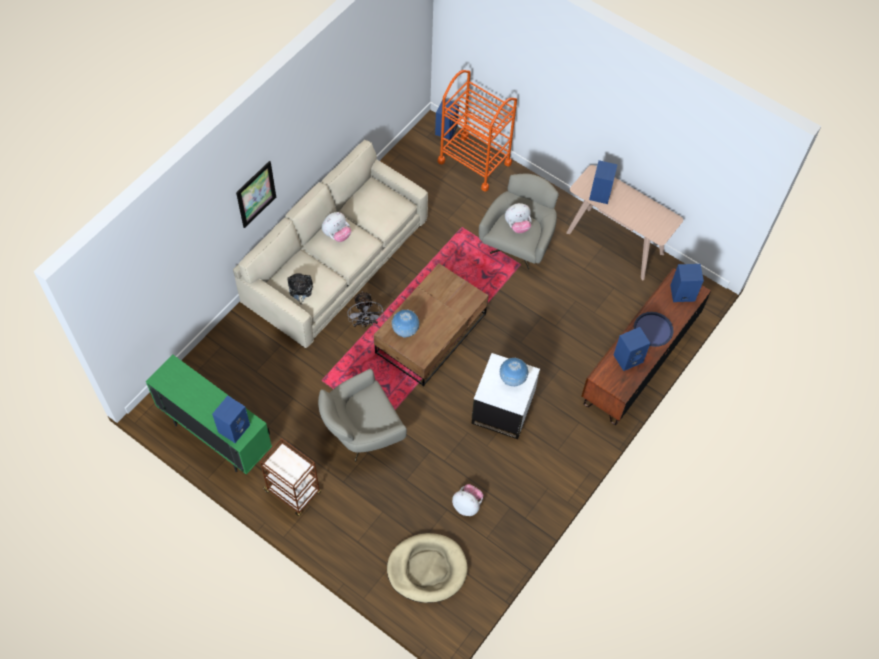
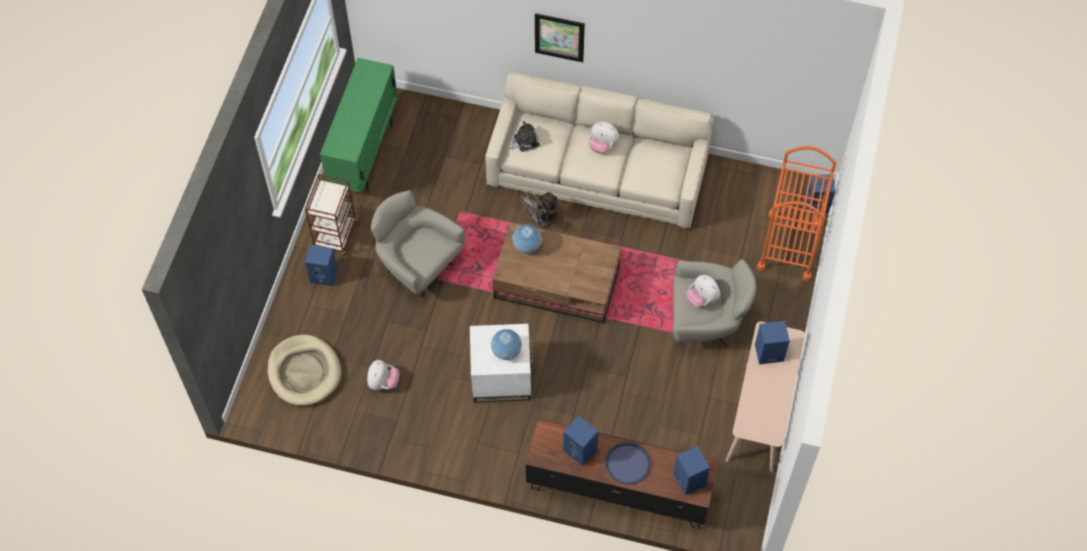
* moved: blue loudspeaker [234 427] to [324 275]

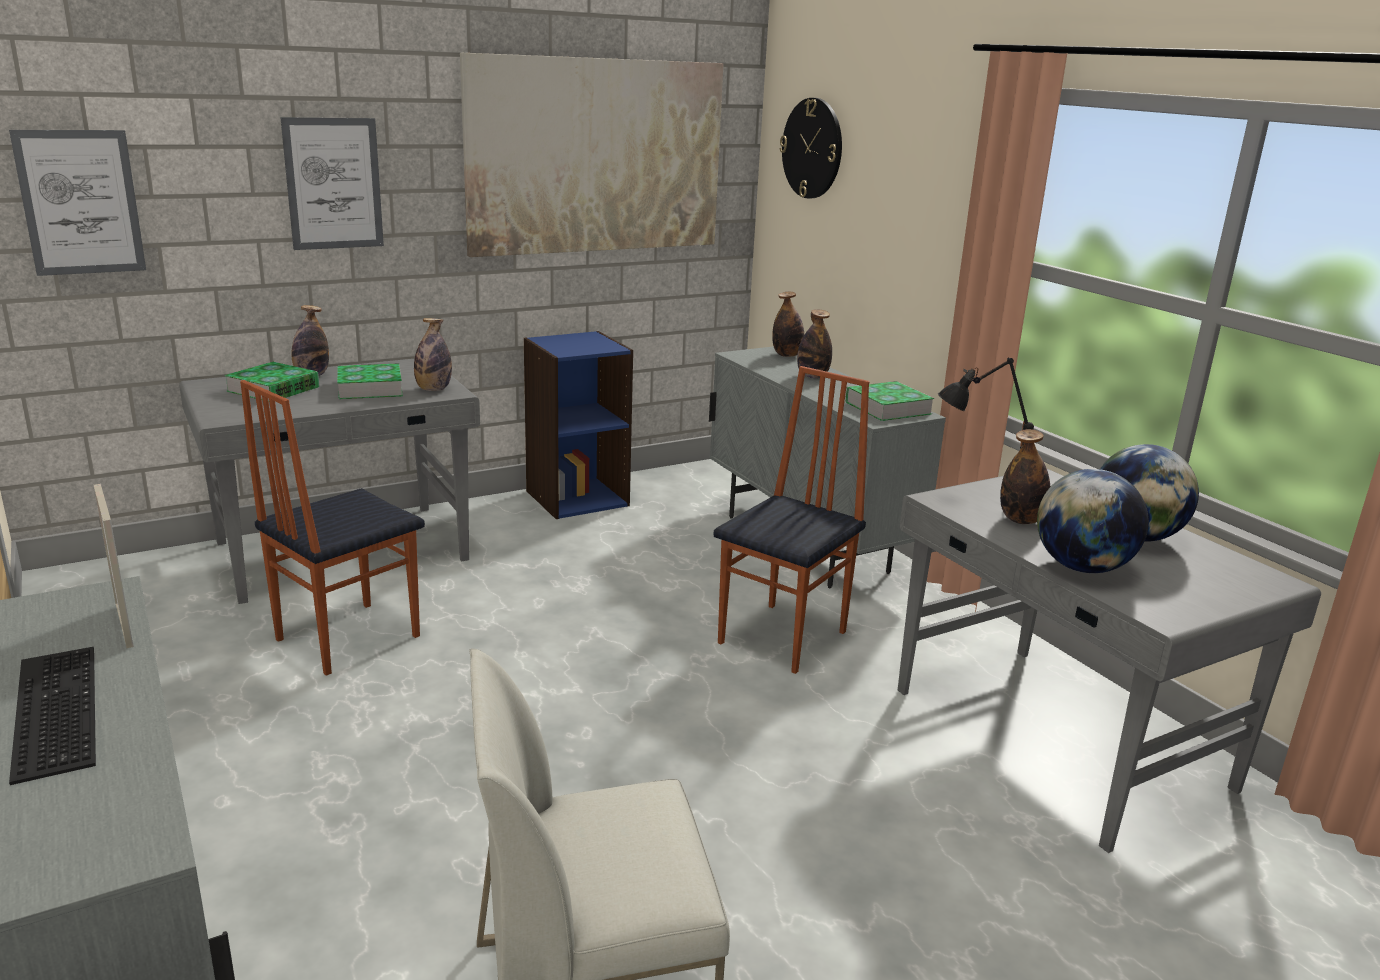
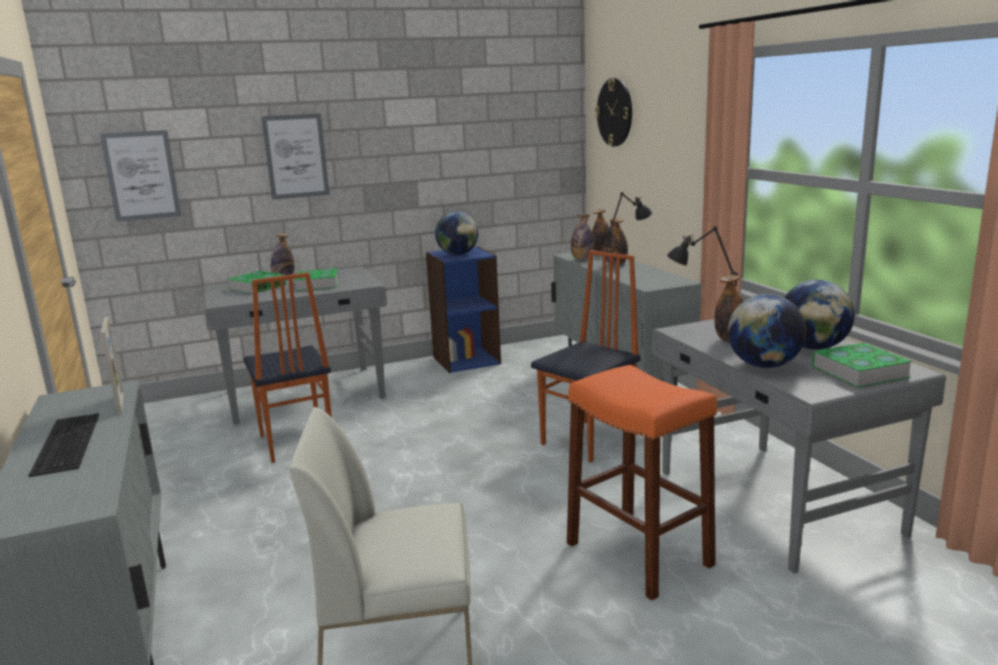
* turned: upright chair [345 637] = [295 443] 75 degrees counterclockwise
* added: world globe [458 254]
* added: orange stool seat [638 554]
* moved: drink bottle [433 389] to [582 259]
* added: black-coloured lamp for a table [628 274]
* moved: bound book [888 408] to [859 371]
* removed: wall art [597 156]

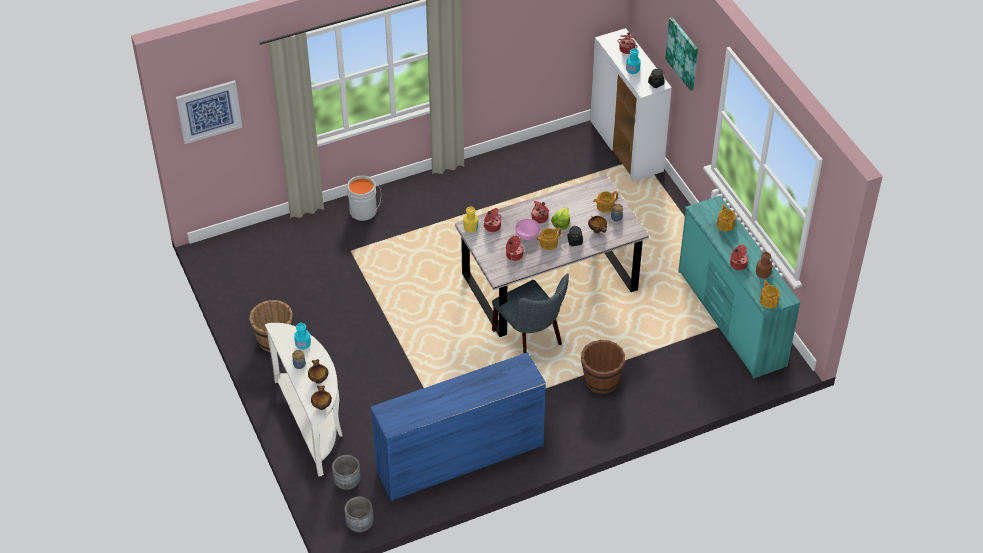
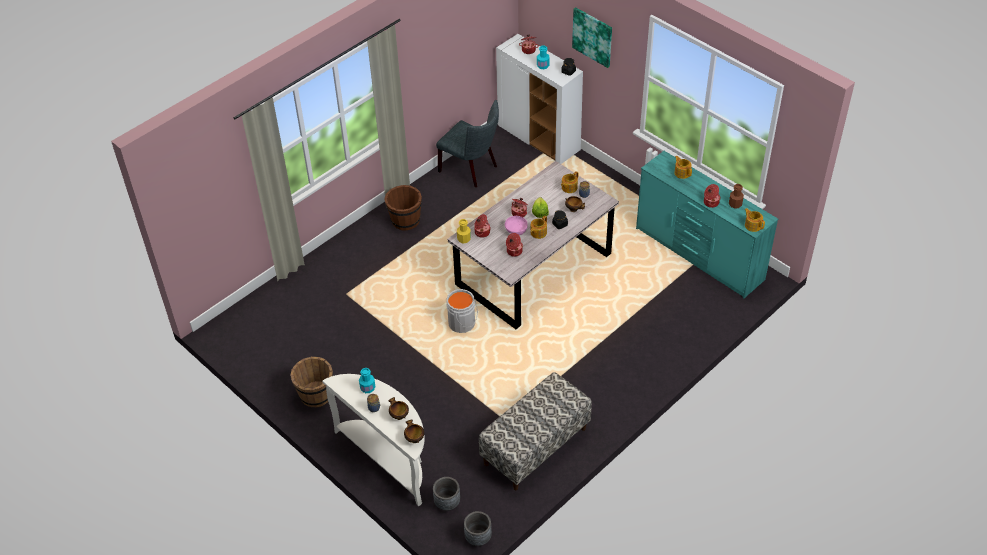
* moved: brownish water bucket [601 381] to [405 221]
* moved: gray upright chair [530 340] to [471 169]
* moved: gray water bucket [364 212] to [463 323]
* replaced: blue chest of drawers [459 458] to bench [535 447]
* removed: wall art [209 111]

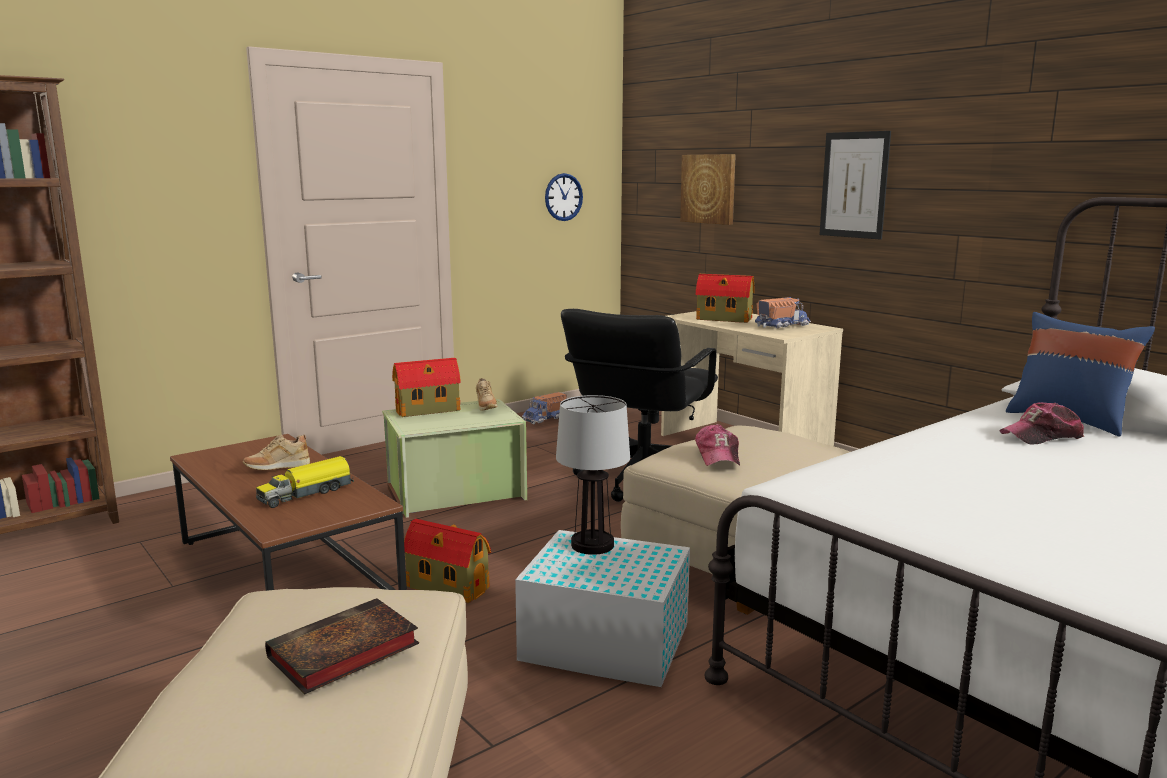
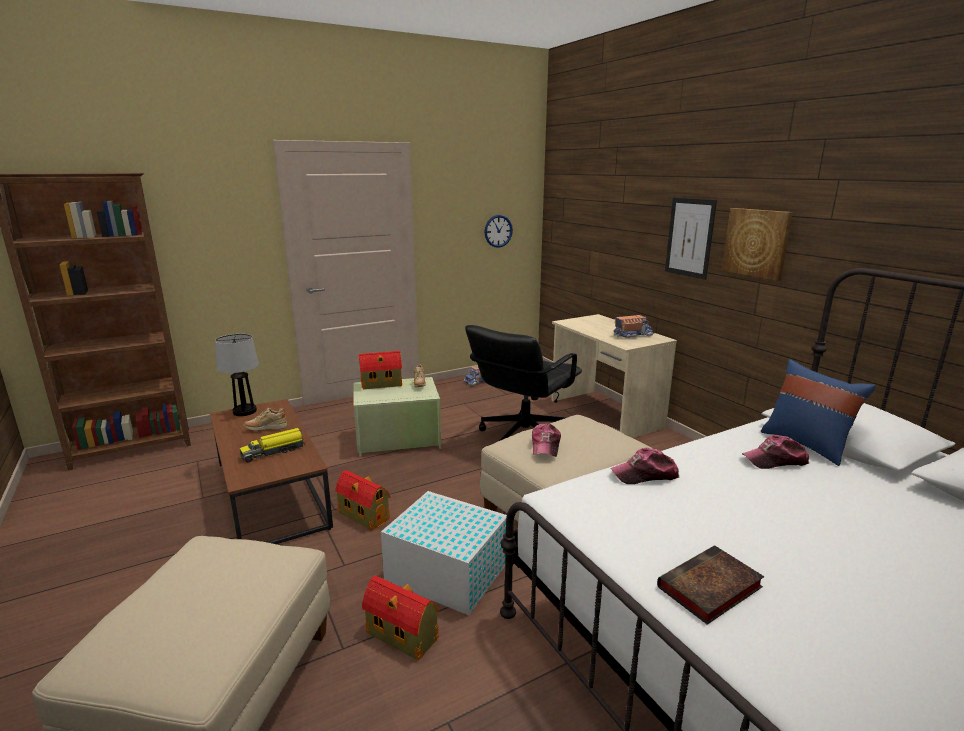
* moved: lamp for a table [593 545] to [245 411]
* moved: miniature house [725 319] to [403 636]
* added: cap [645 475]
* moved: bound book [341 653] to [708 589]
* moved: wall art [709 189] to [756 243]

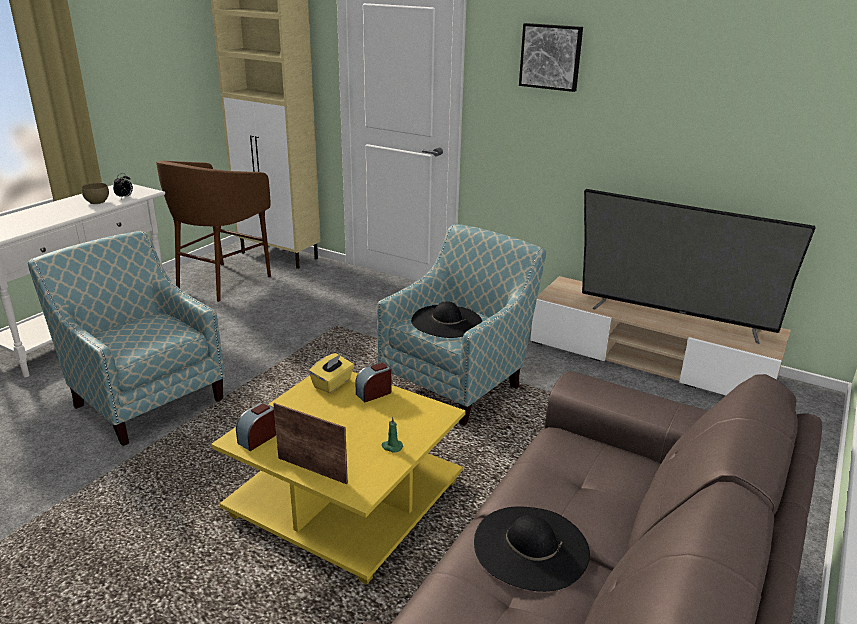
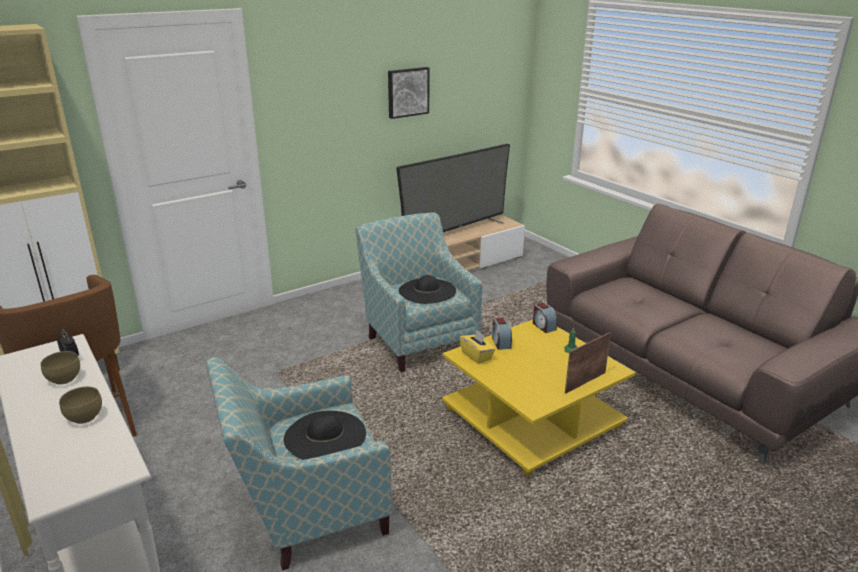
* added: brownish bowl [86 418]
* moved: black-coloured clothing hat [531 547] to [325 436]
* moved: wall art [551 56] to [407 92]
* moved: bedside clock [258 438] to [543 326]

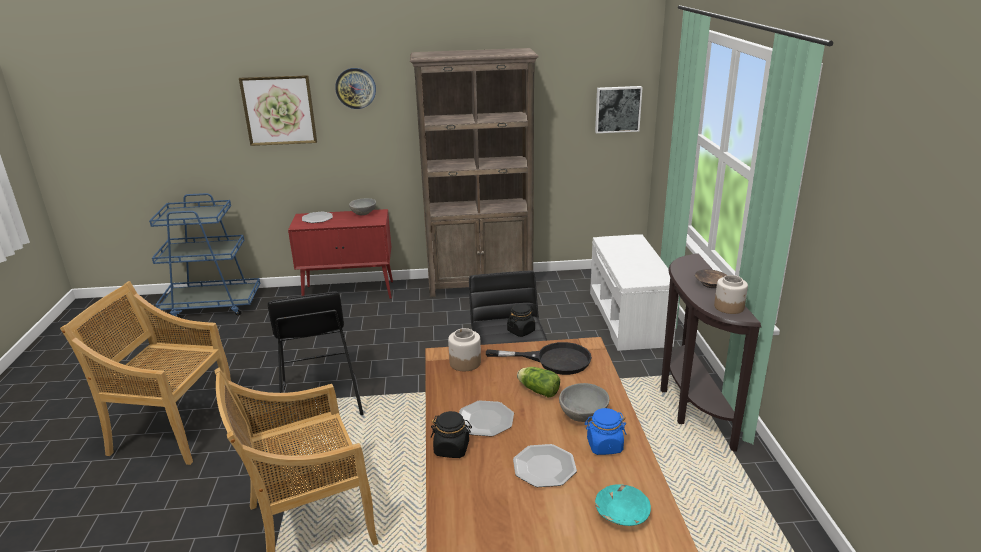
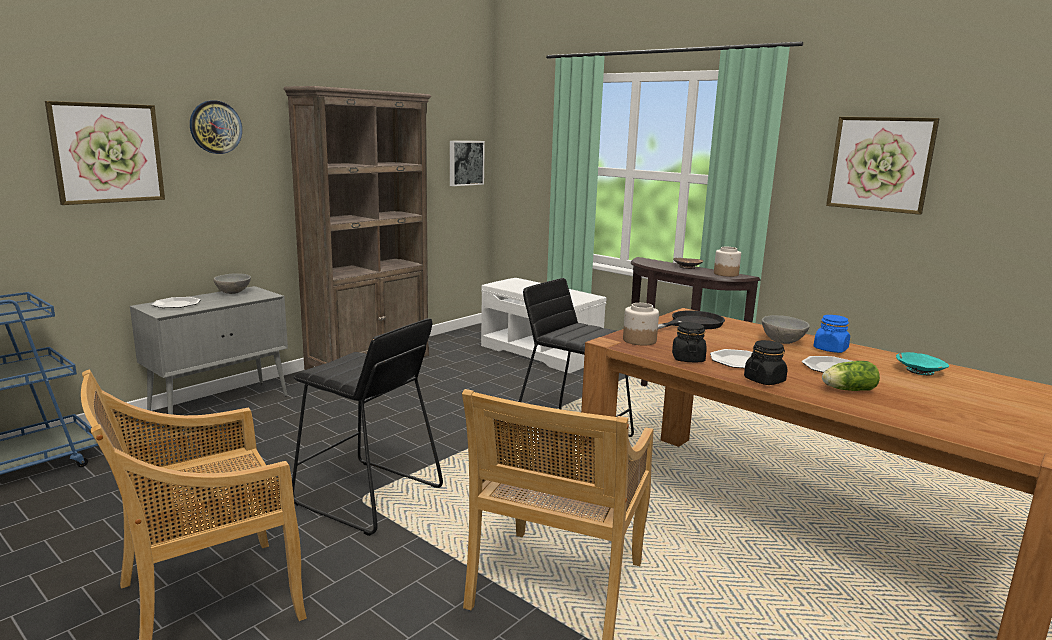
* recoloured: reddish storage cabinet [349 292] to gray storage cabinet [221 404]
* moved: black-coloured jar [521 331] to [688 359]
* moved: lettuce [537 390] to [846 390]
* added: wall art [880 164]

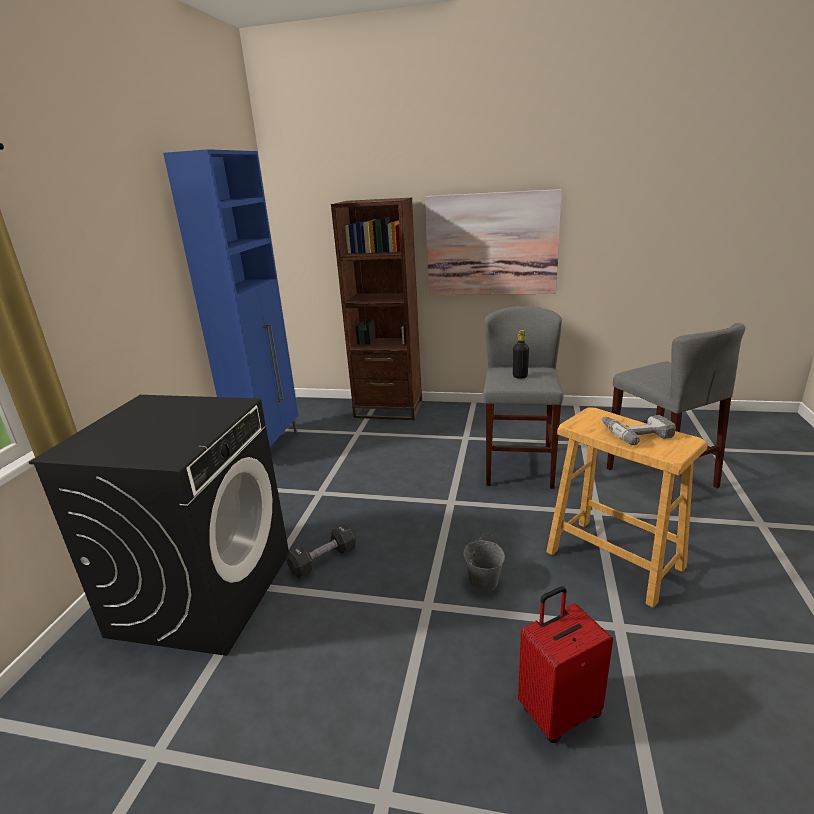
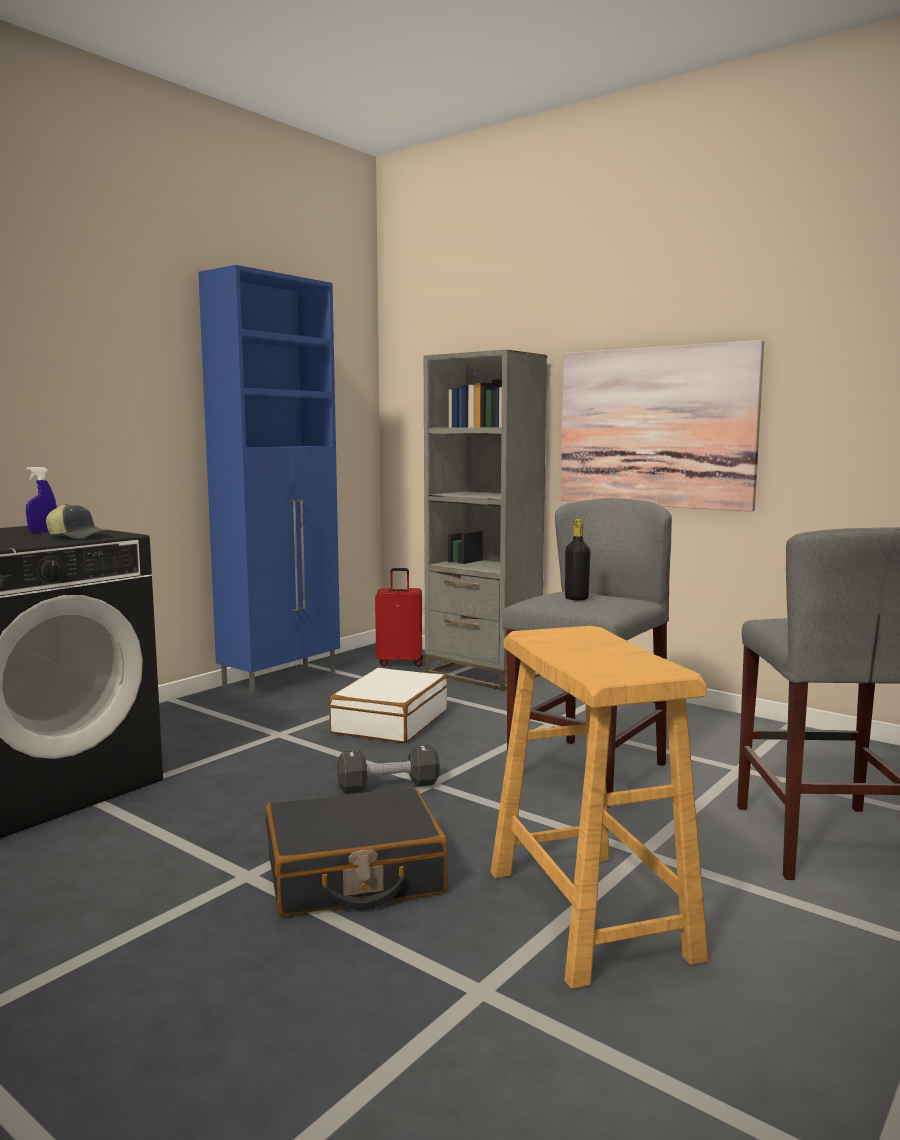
* added: blue sprayer [43 531]
* added: cap [78 536]
* replaced: gray water bucket [483 581] to black-coloured travel case [353 875]
* added: whitish travel case [389 721]
* moved: black-coloured hand weight [323 560] to [388 786]
* moved: reddish travel case [558 711] to [400 662]
* recoloured: brownish shelving unit [388 410] to gray shelving unit [482 674]
* removed: electric drill [635 432]

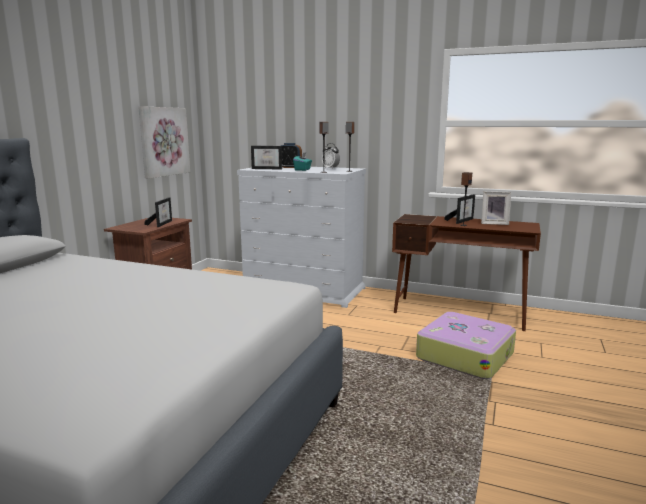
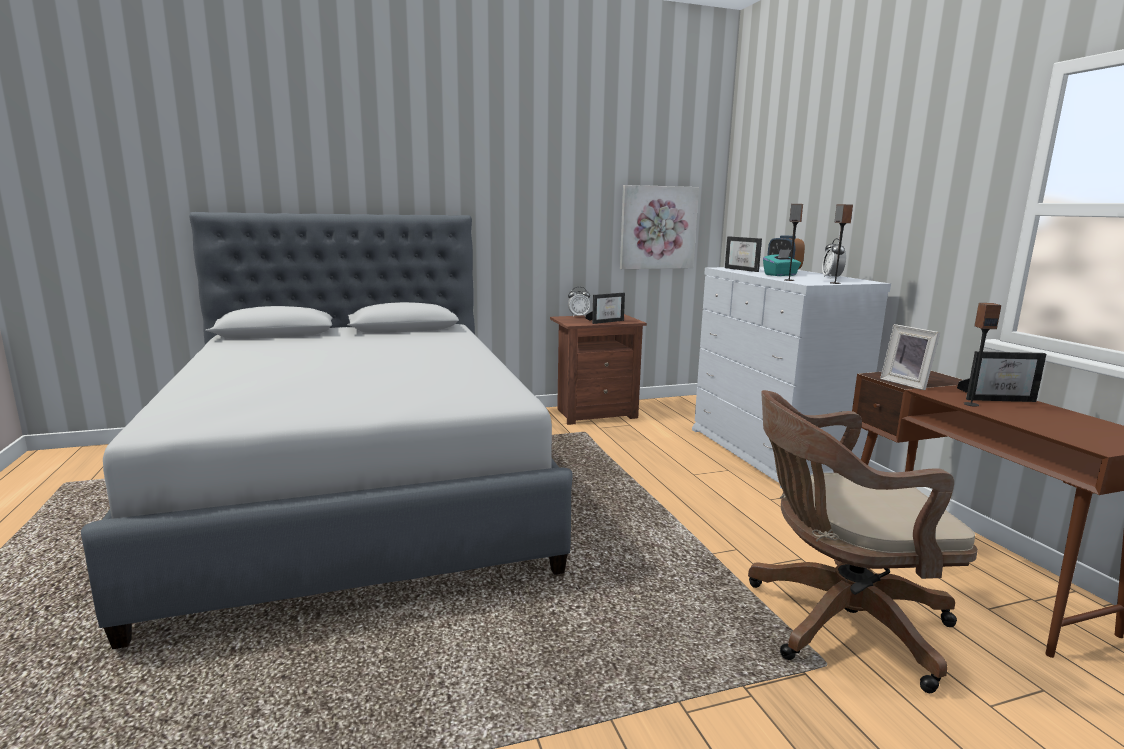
* added: bedside clock [578 316]
* replaced: travel case [464 355] to brownish desk chair [837 622]
* moved: photo frame [494 223] to [907 383]

